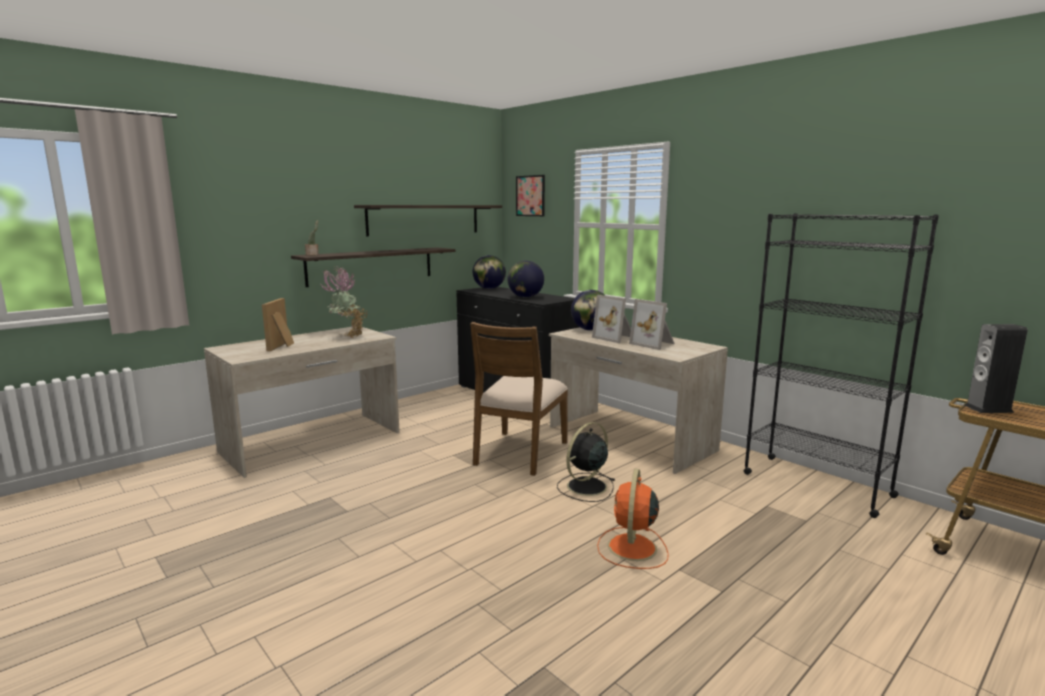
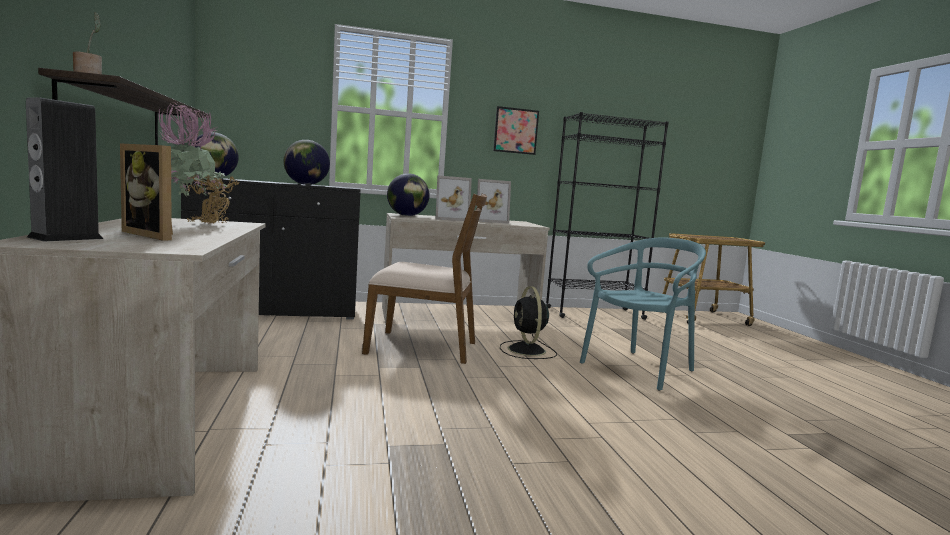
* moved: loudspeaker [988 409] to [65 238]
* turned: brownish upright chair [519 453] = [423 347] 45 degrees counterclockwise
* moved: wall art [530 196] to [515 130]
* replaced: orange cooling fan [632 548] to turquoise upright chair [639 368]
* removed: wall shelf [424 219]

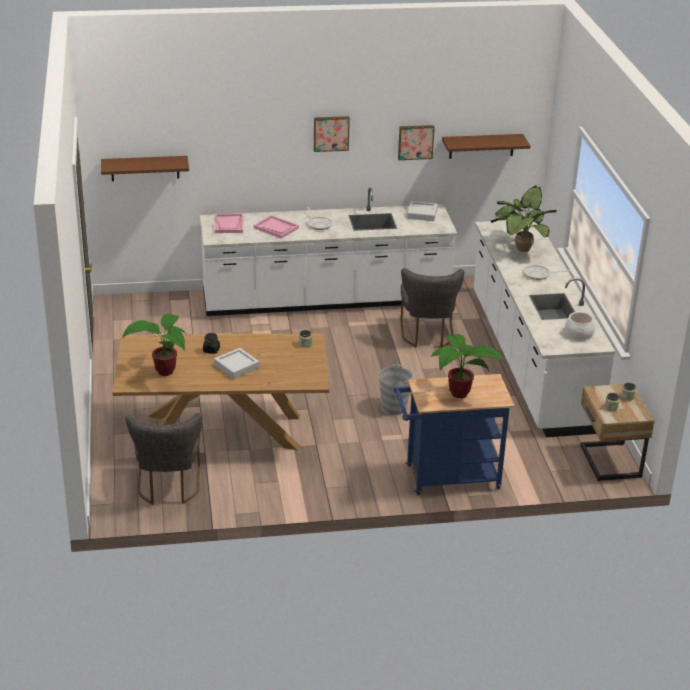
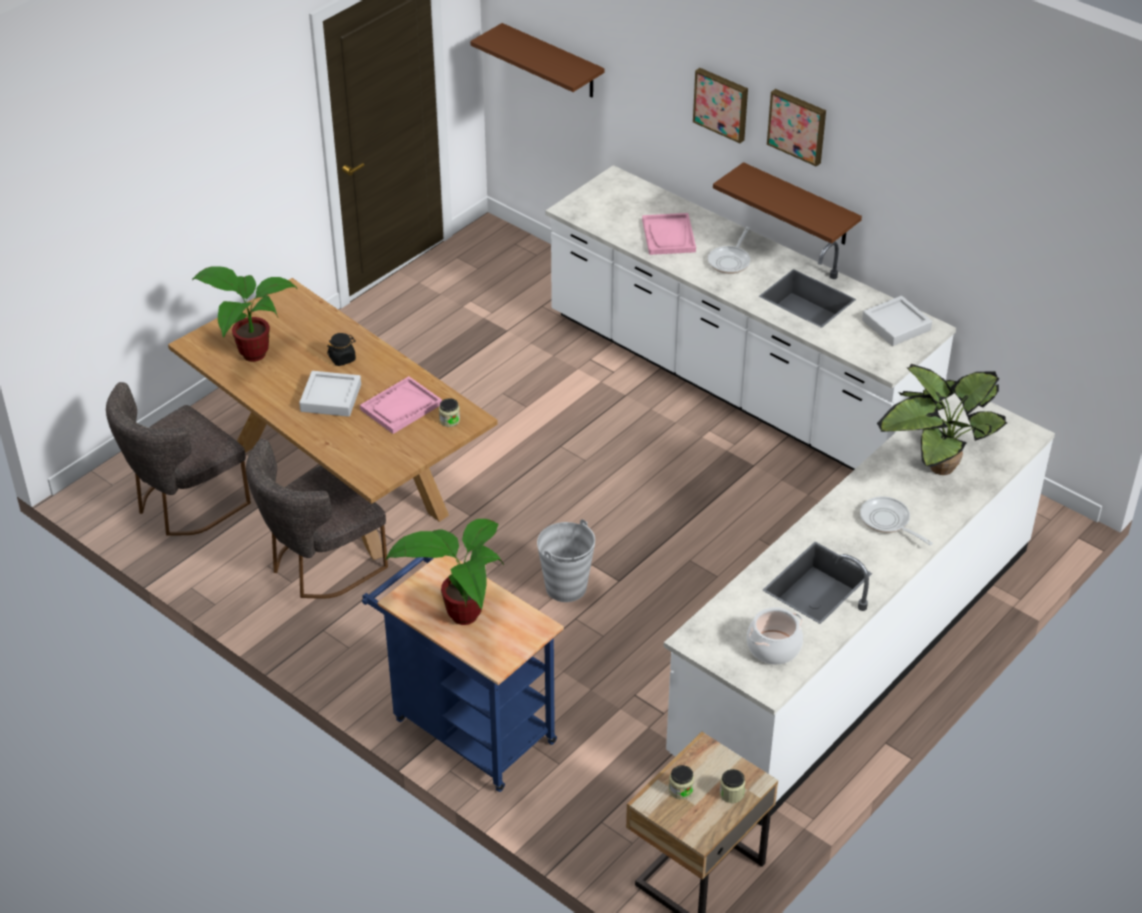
* moved: gray upright chair [427 336] to [320 566]
* moved: pinkish tray [229 224] to [401 407]
* moved: wall art [415 141] to [722 104]
* moved: brownish wall shelf [481 146] to [800 205]

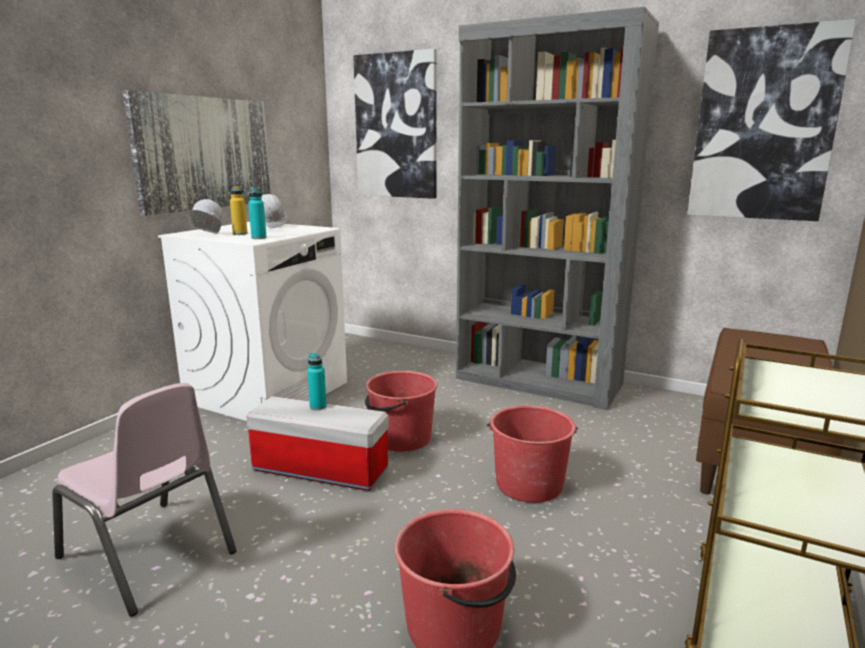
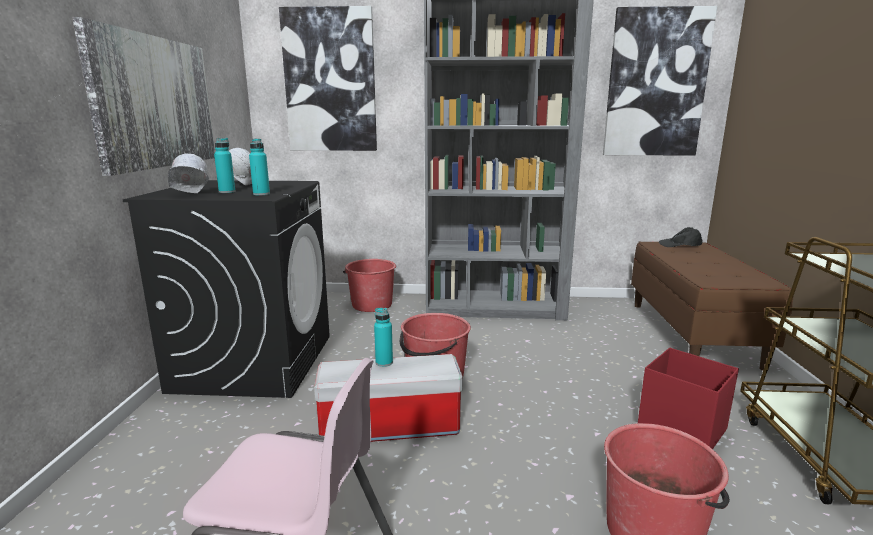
* recoloured: whitish washing machine [268 392] to black-coloured washing machine [255 362]
* recoloured: yellow drink bottle [240 234] to turquoise drink bottle [227 192]
* moved: reddish water bucket [529 484] to [371 305]
* added: reddish storage box [680 429]
* added: black-coloured cap [680 244]

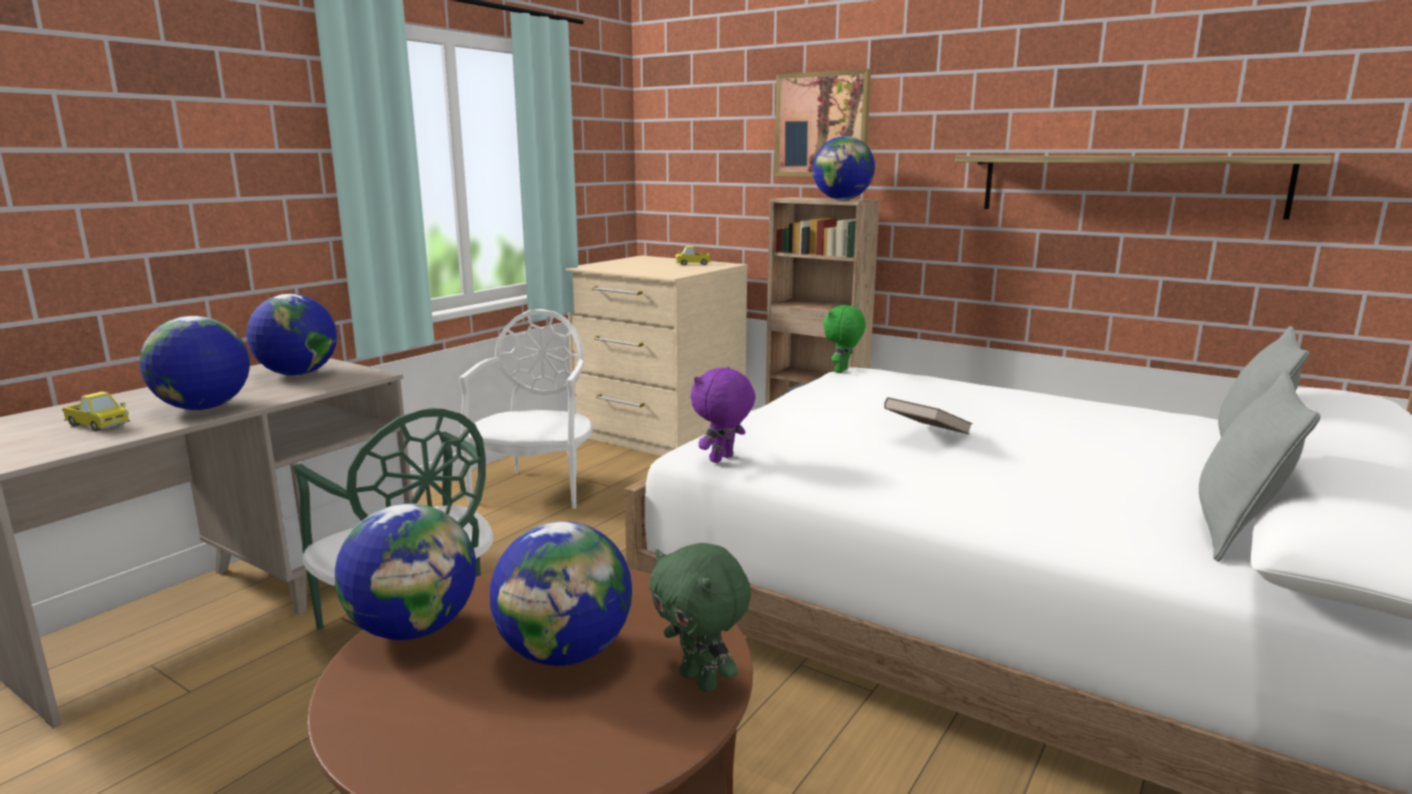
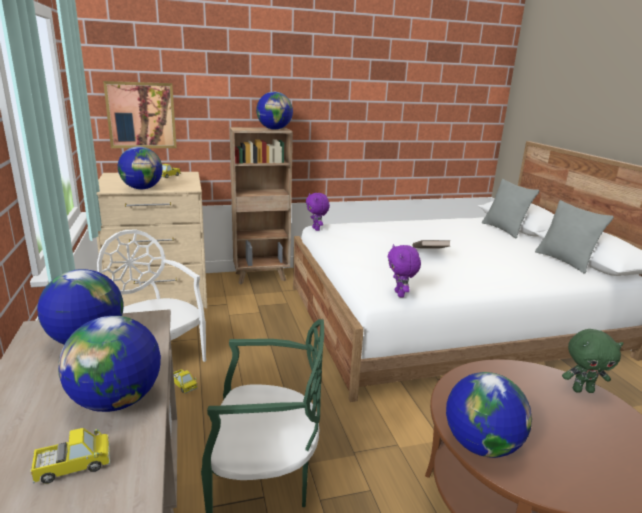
* moved: wall art [822 125] to [141 115]
* moved: world globe [566 653] to [142 188]
* added: toy lorry [183 385]
* recoloured: greenish plush toy [842 371] to purple-coloured plush toy [316 229]
* removed: wall shelf [1127 185]

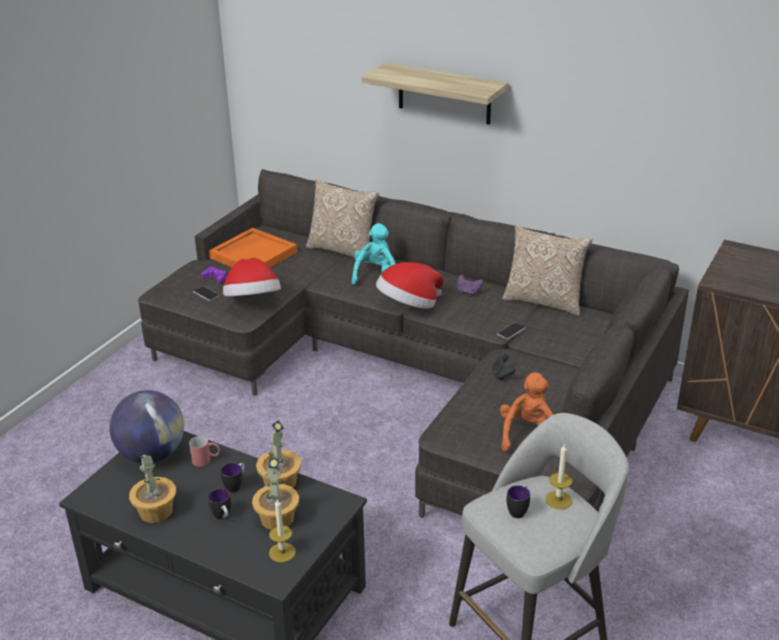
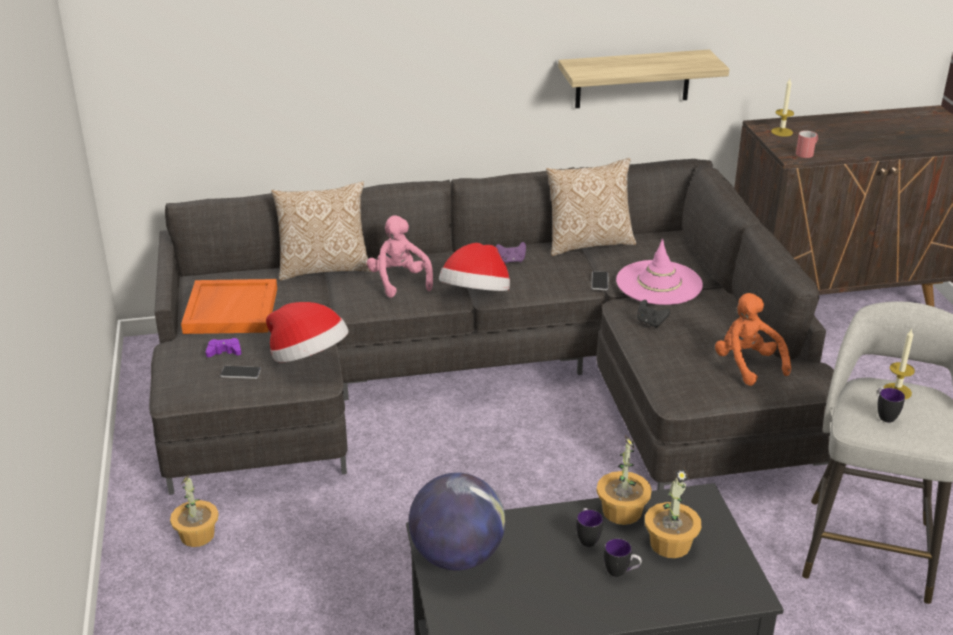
* moved: houseplant [156 511] to [198 535]
* recoloured: turquoise plush toy [375 276] to pinkish plush toy [399 281]
* moved: wall shelf [444 94] to [633 79]
* added: pinkish clothing hat [659 283]
* moved: wax light [282 552] to [782 132]
* moved: reddish mug [206 460] to [807 153]

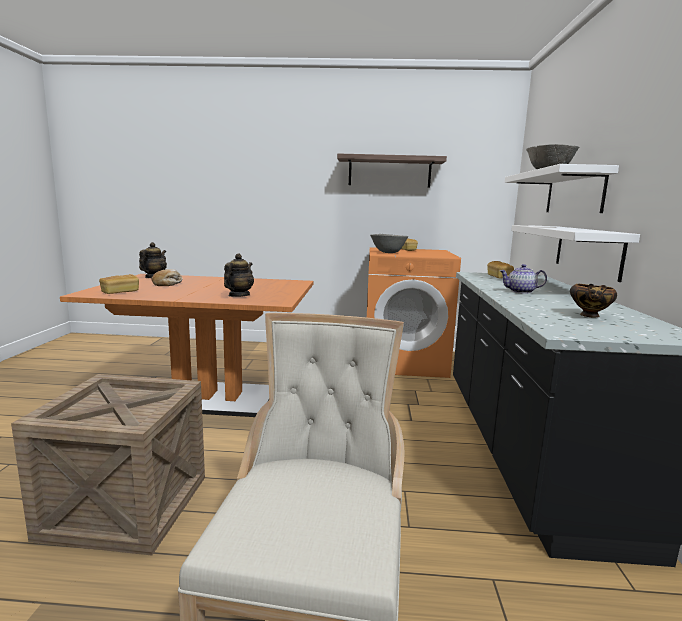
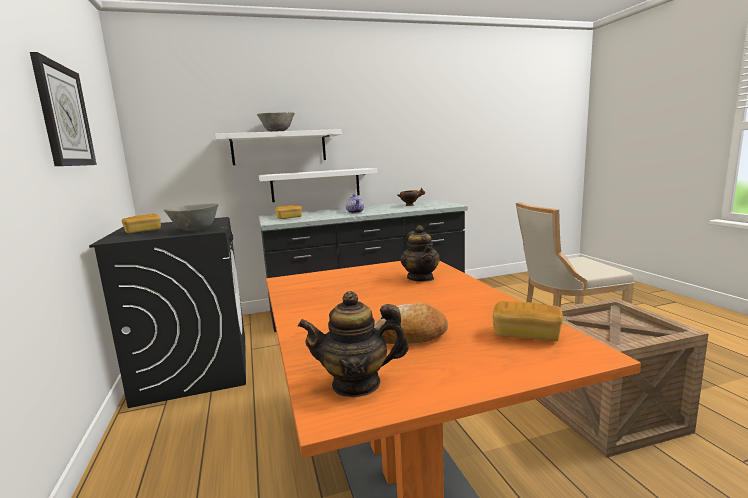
* replaced: wall shelf [389 172] to hanging clock [64 116]
* recoloured: orange washing machine [404 362] to black-coloured washing machine [194 368]
* turned: teapot [238 295] = [421 278] 105 degrees counterclockwise

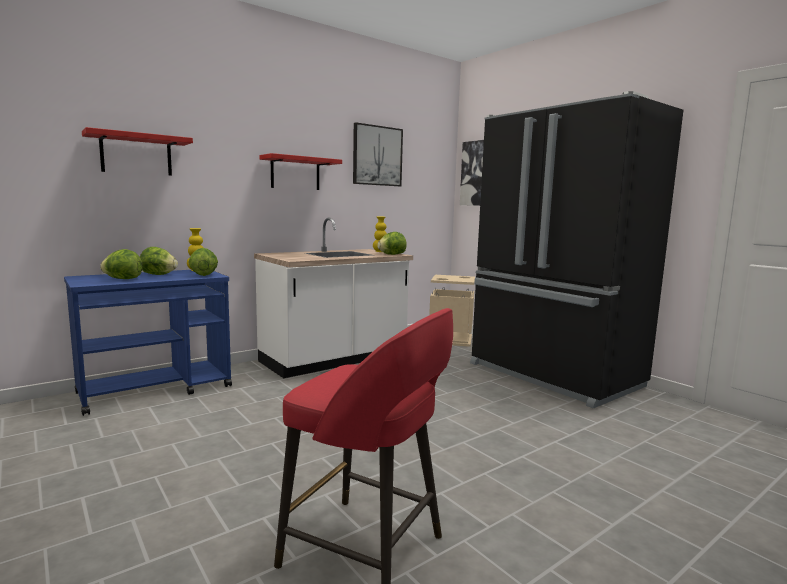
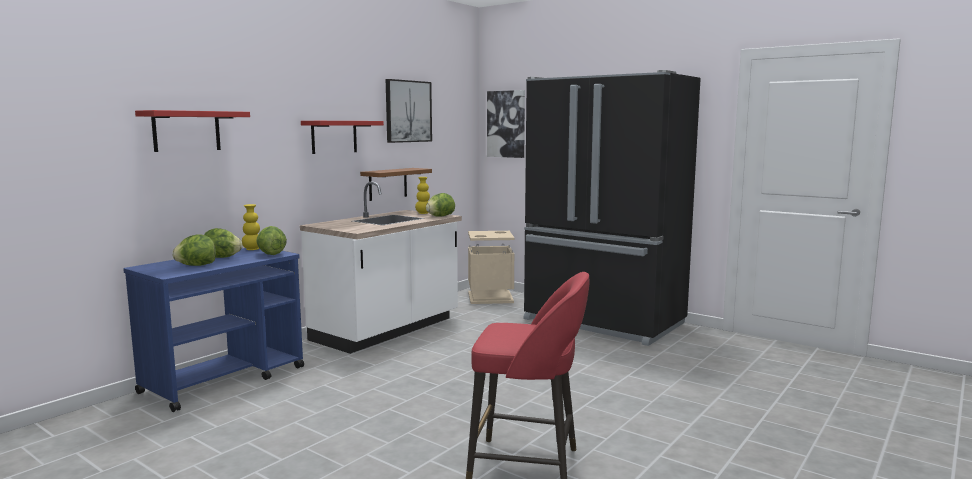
* added: brownish wall shelf [388 184]

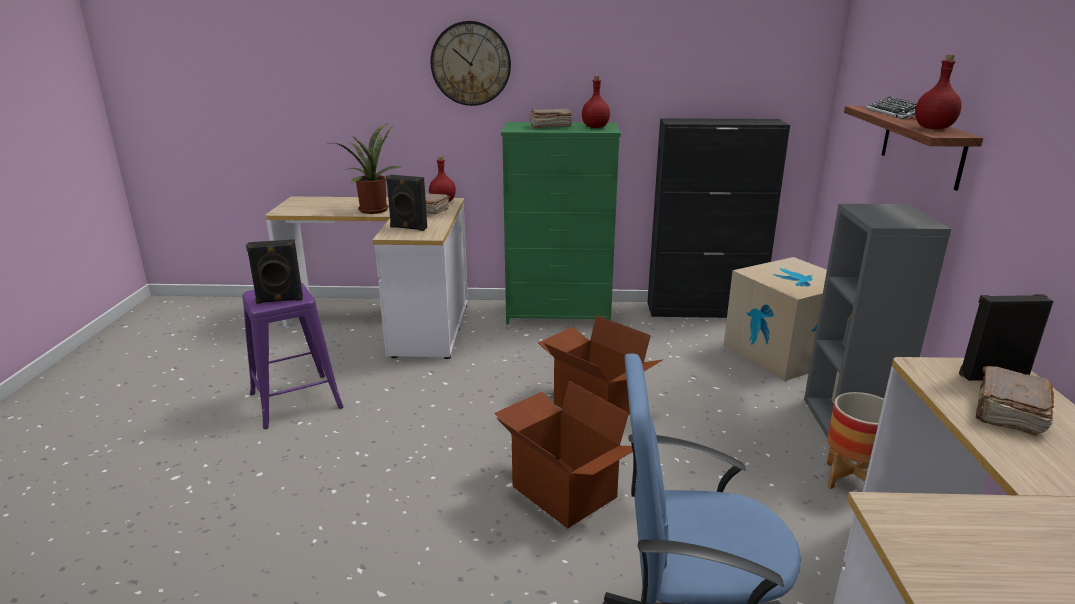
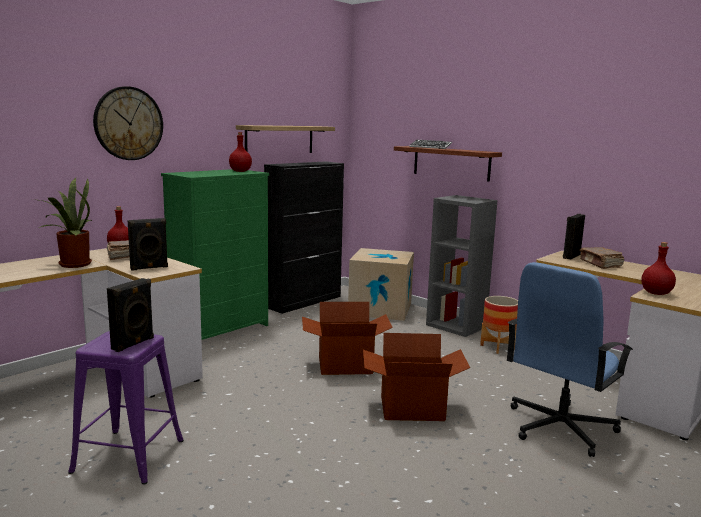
* added: wall shelf [279 139]
* moved: reddish drink bottle [934 128] to [656 293]
* removed: brownish bound book [550 126]

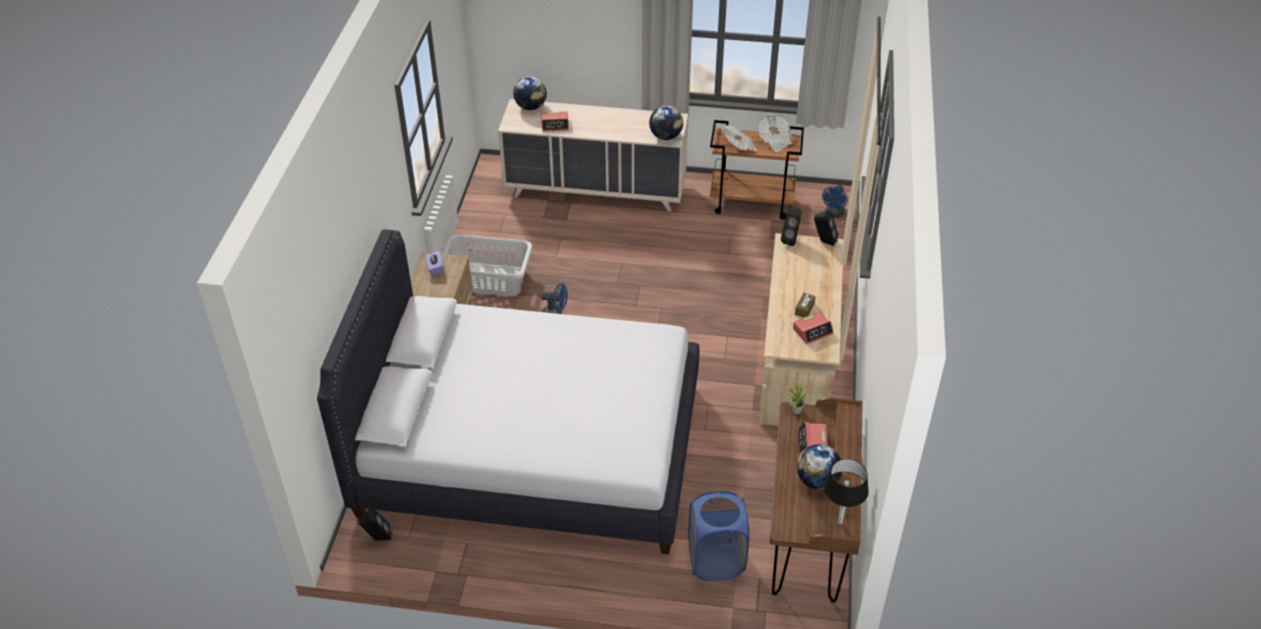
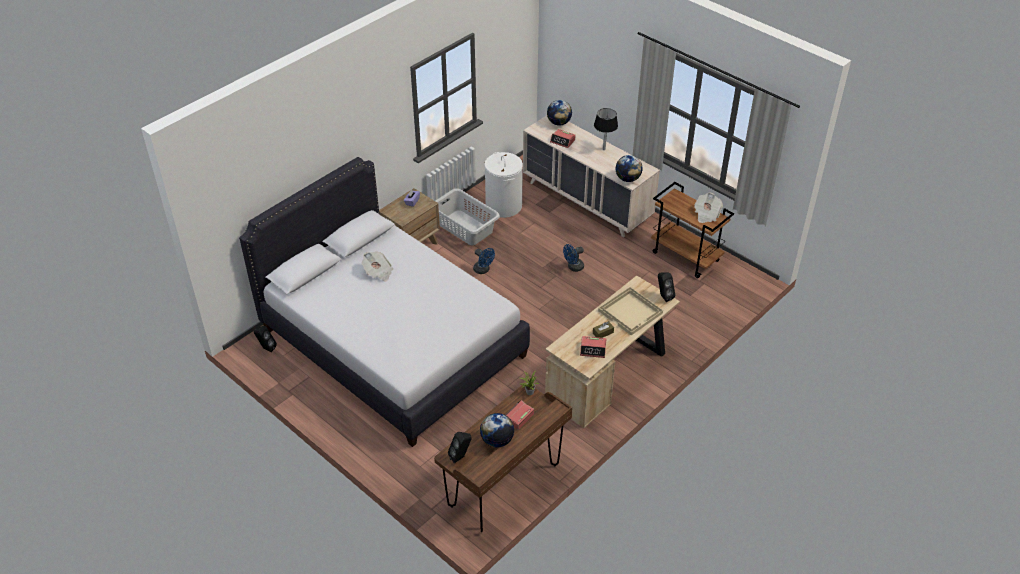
* moved: newspaper [739 147] to [378 272]
* moved: black-coloured loudspeaker [791 239] to [460 457]
* added: whitish washing basket [503 206]
* moved: blue cooling fan [833 214] to [573 267]
* moved: black-coloured lamp for a table [840 522] to [604 149]
* added: beige-coloured tray [631 312]
* removed: blue washing basket [715 561]

